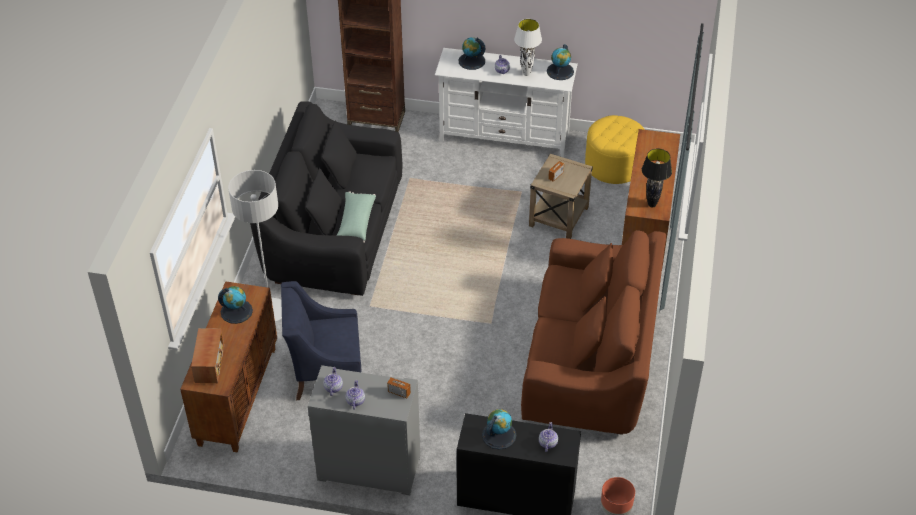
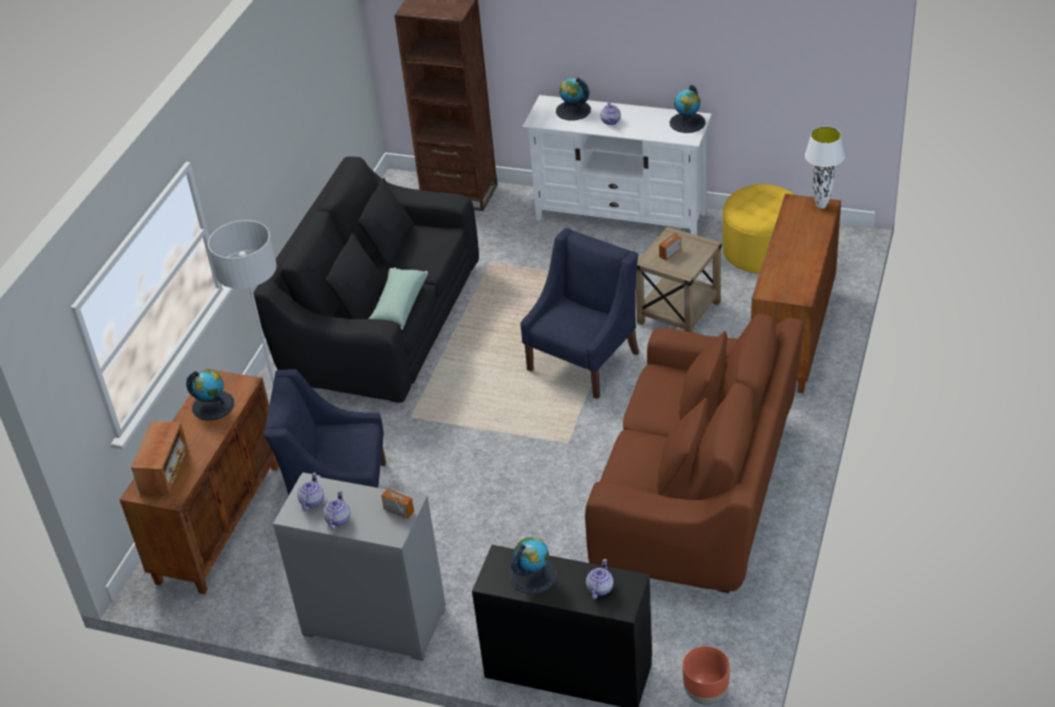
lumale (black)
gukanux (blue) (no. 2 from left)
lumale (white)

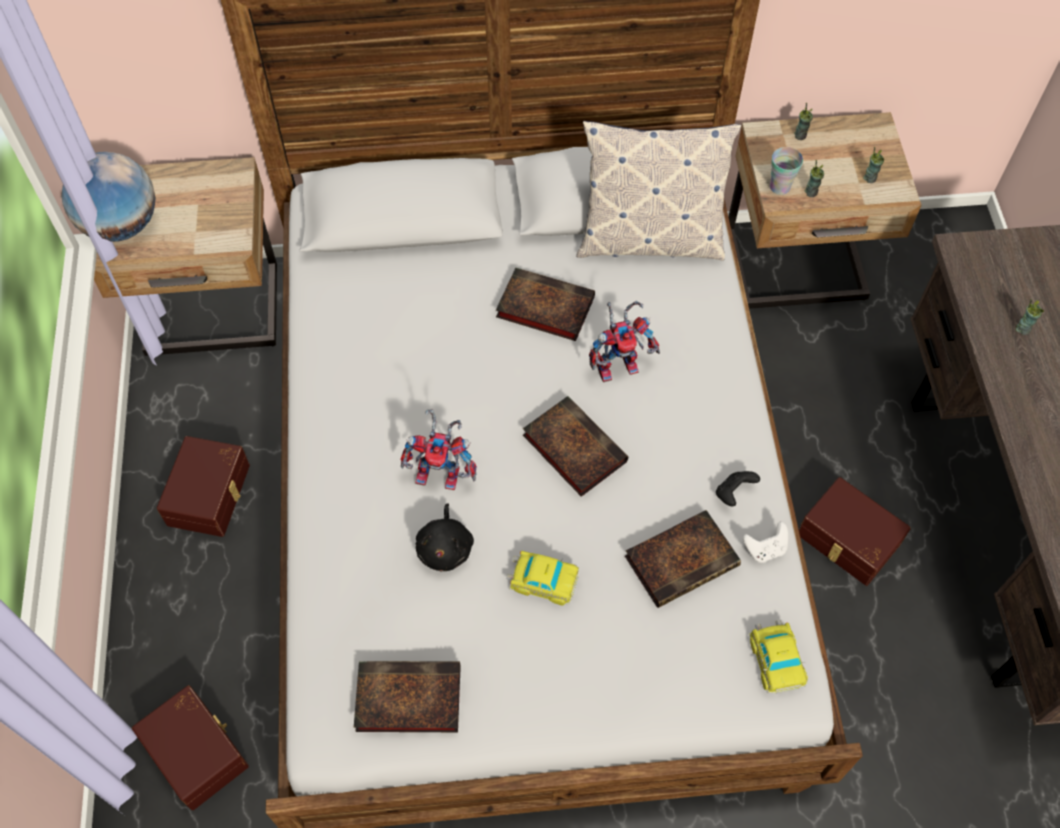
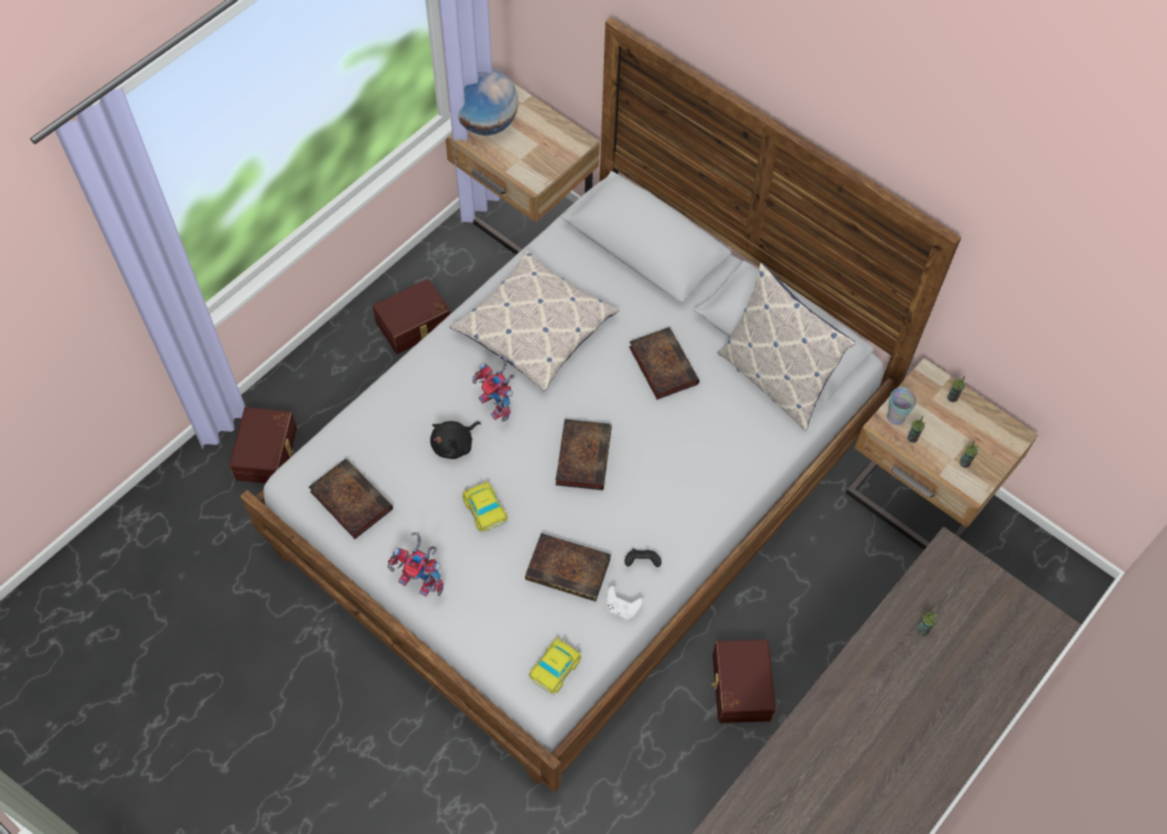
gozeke (no. 1 from left)
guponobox (no. 1 from left)

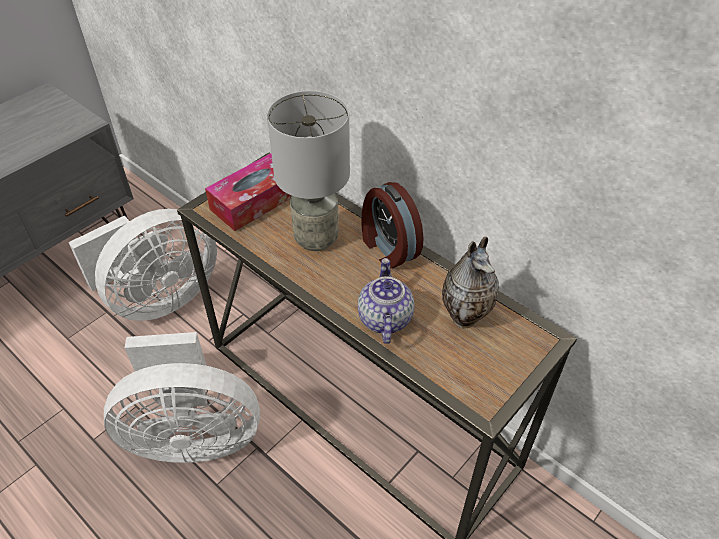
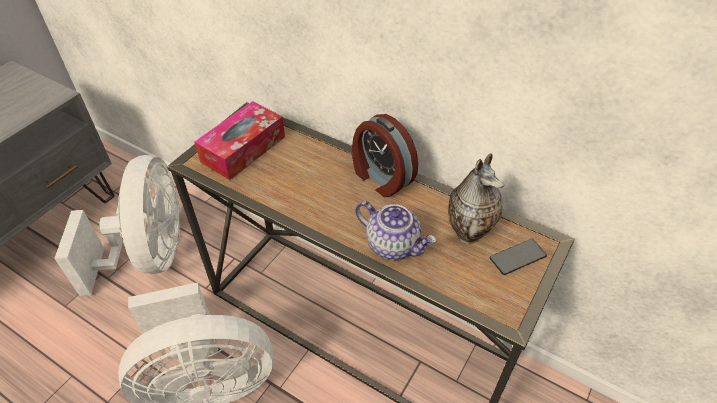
lumale (grey)
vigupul
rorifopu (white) (no. 1 from left)
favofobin

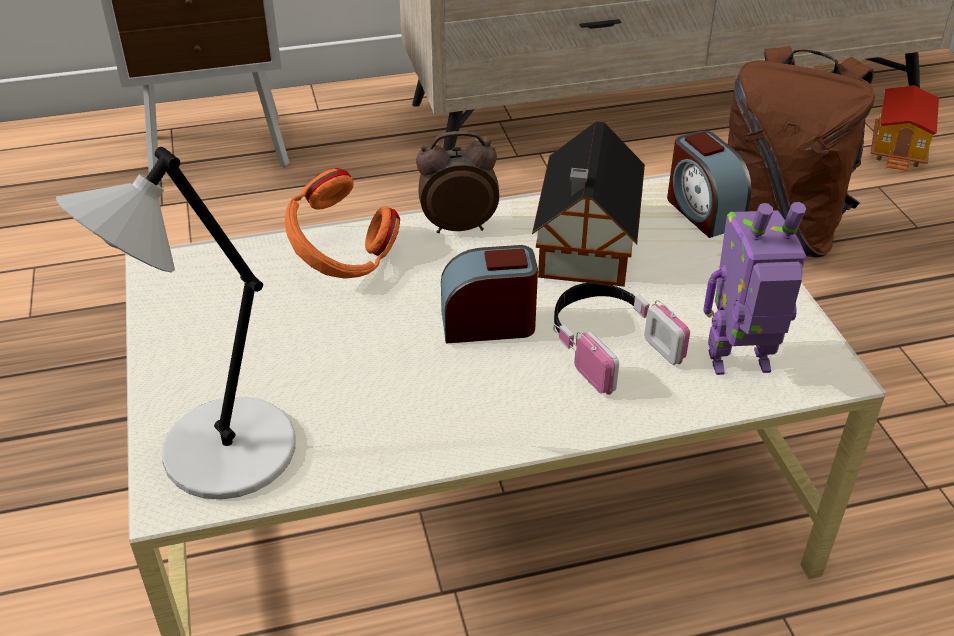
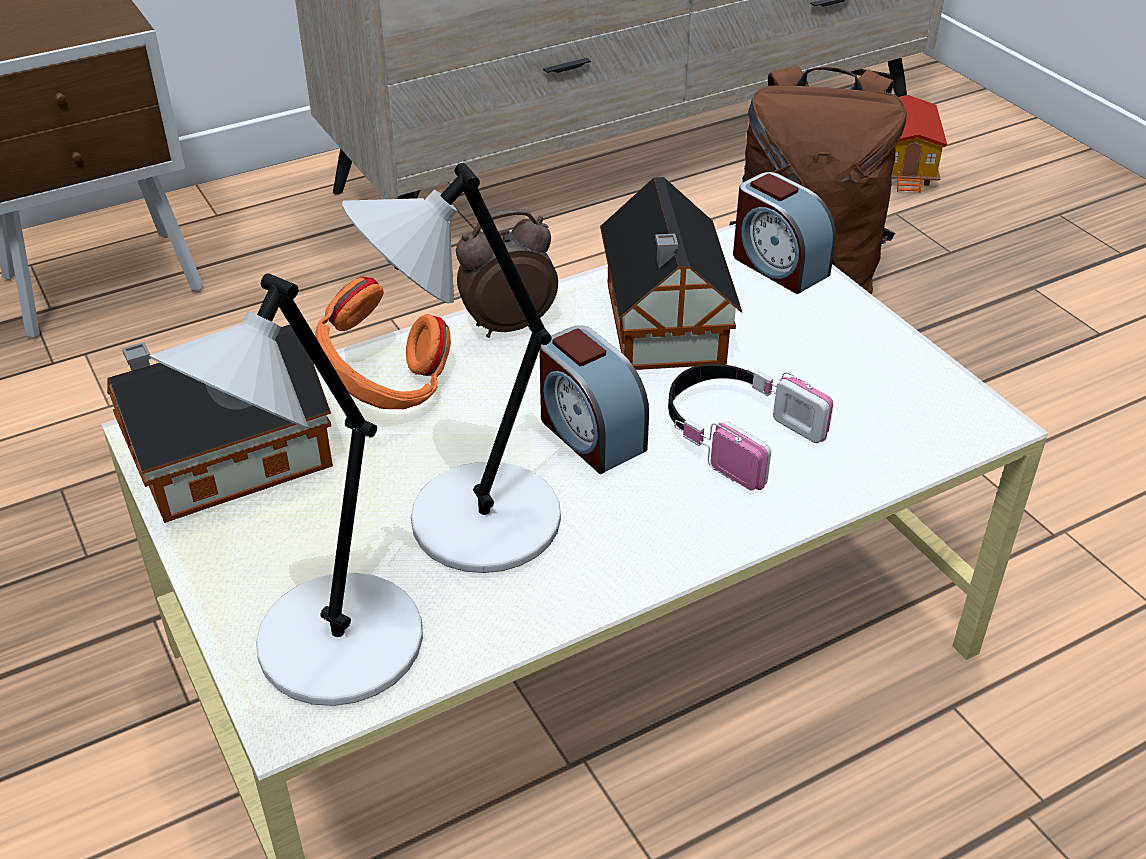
guponobox
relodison (no. 1 from left)
lumale (grey) (no. 2 from left)
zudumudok (no. 2 from left)

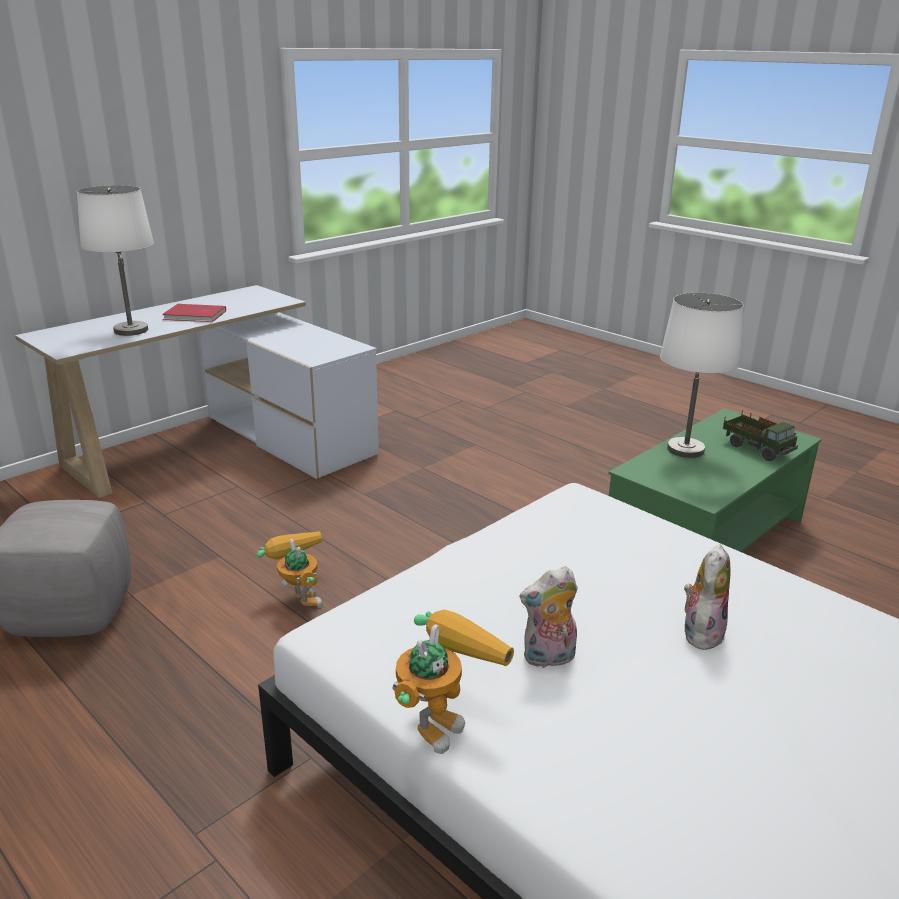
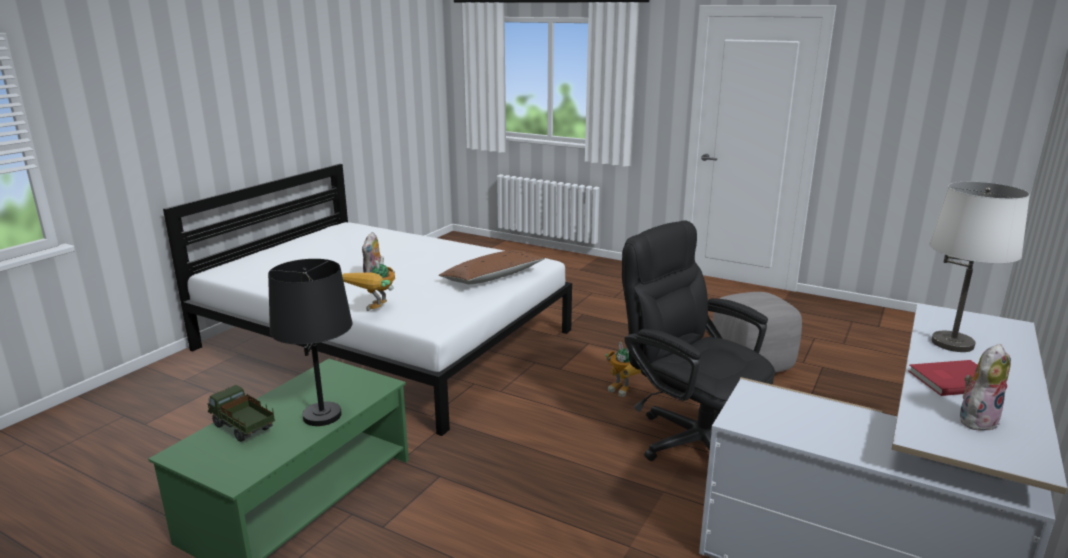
gozeke (brown)
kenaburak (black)
guponobox (no. 1 from left)
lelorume (no. 2 from left)
lumale (black)

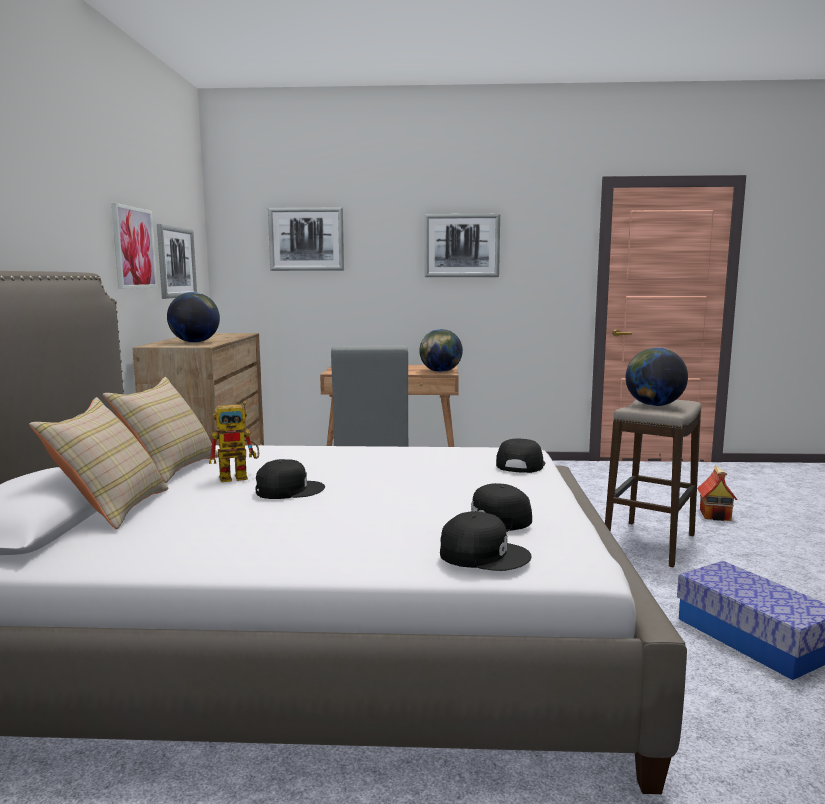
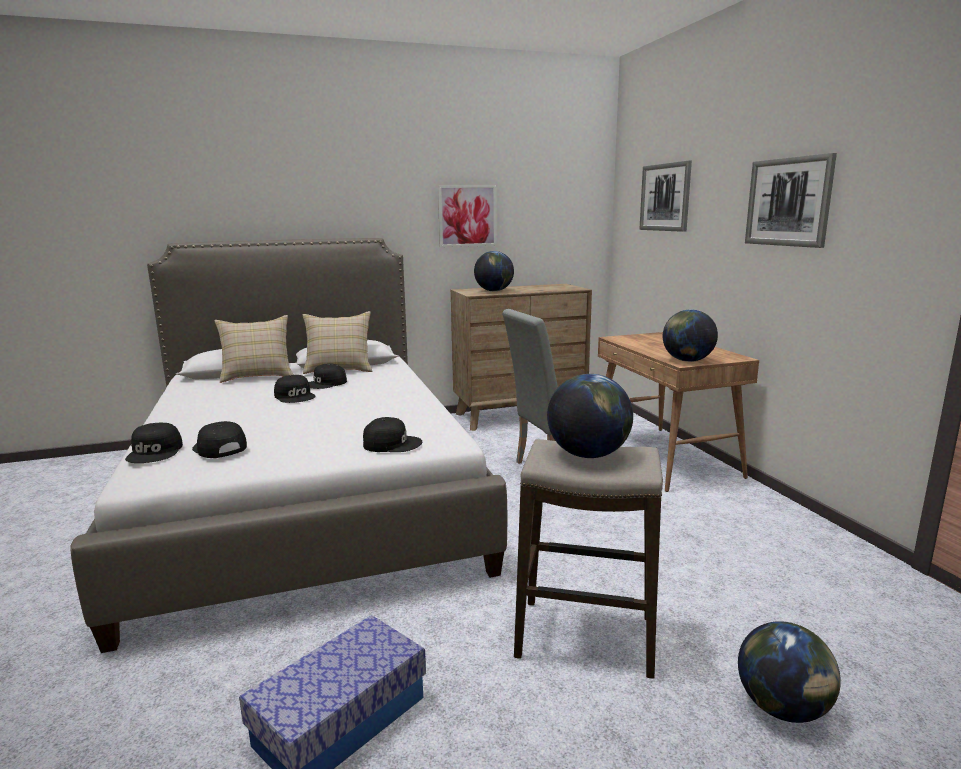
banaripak (no. 2 from left in the first image)
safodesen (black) (no. 4 from left)
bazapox (no. 4 from left)

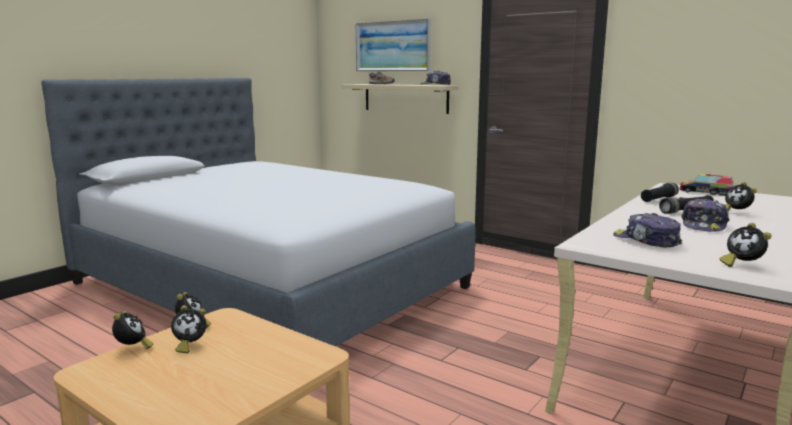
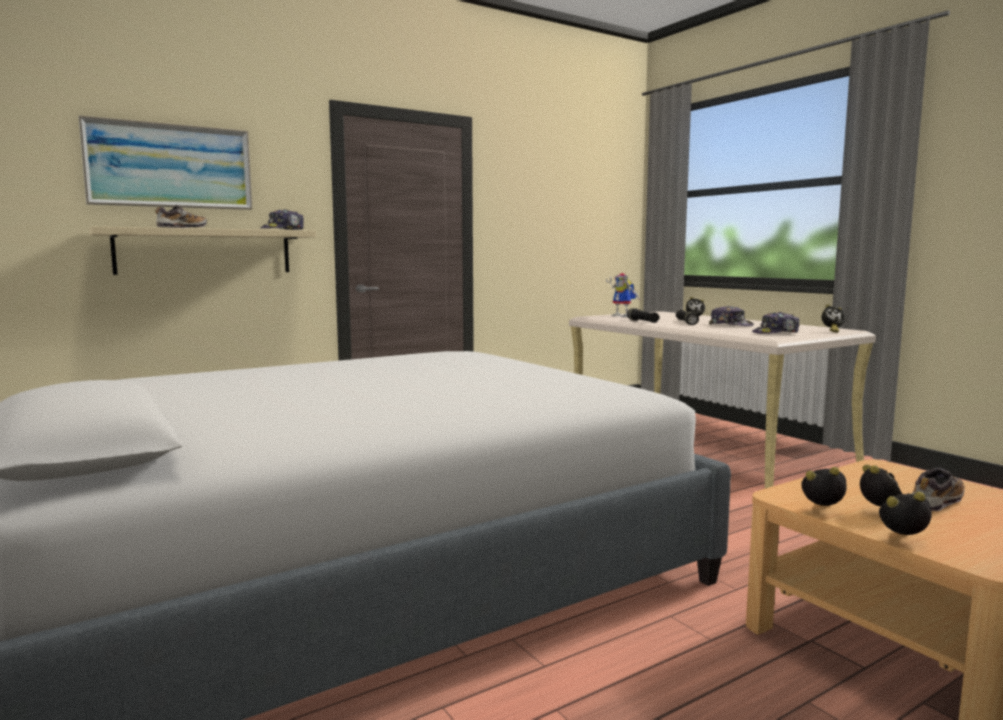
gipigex (no. 2 from left)
guponobox

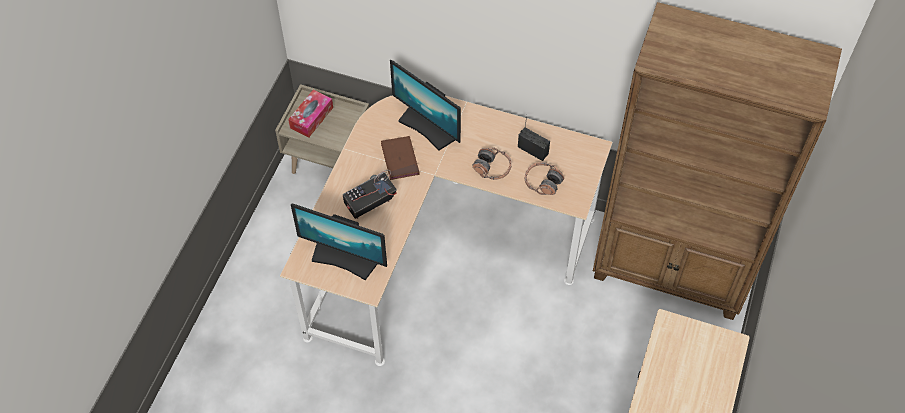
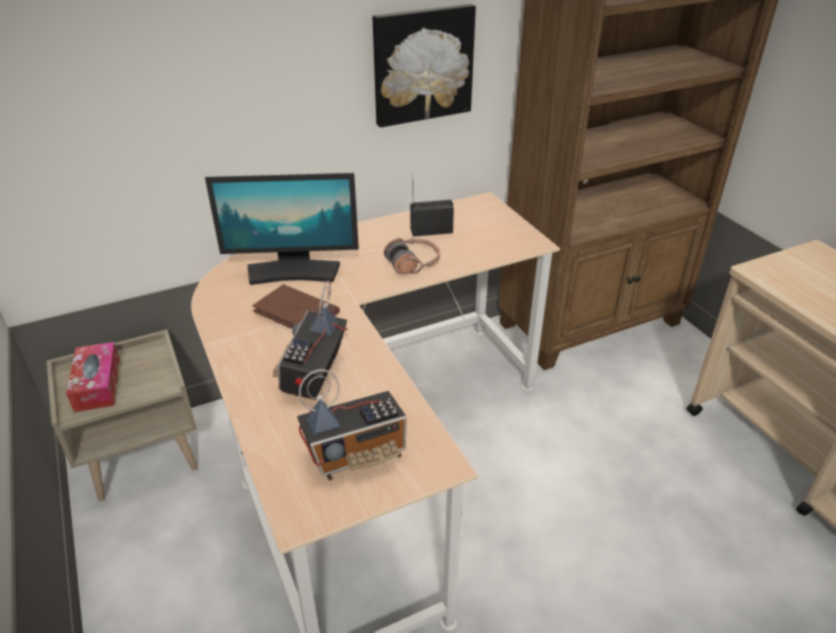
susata (no. 2 from left in the first image)
banaripak
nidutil (no. 2 from left)

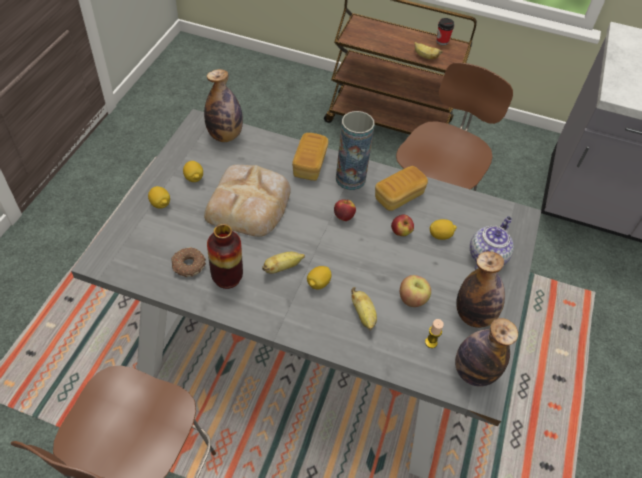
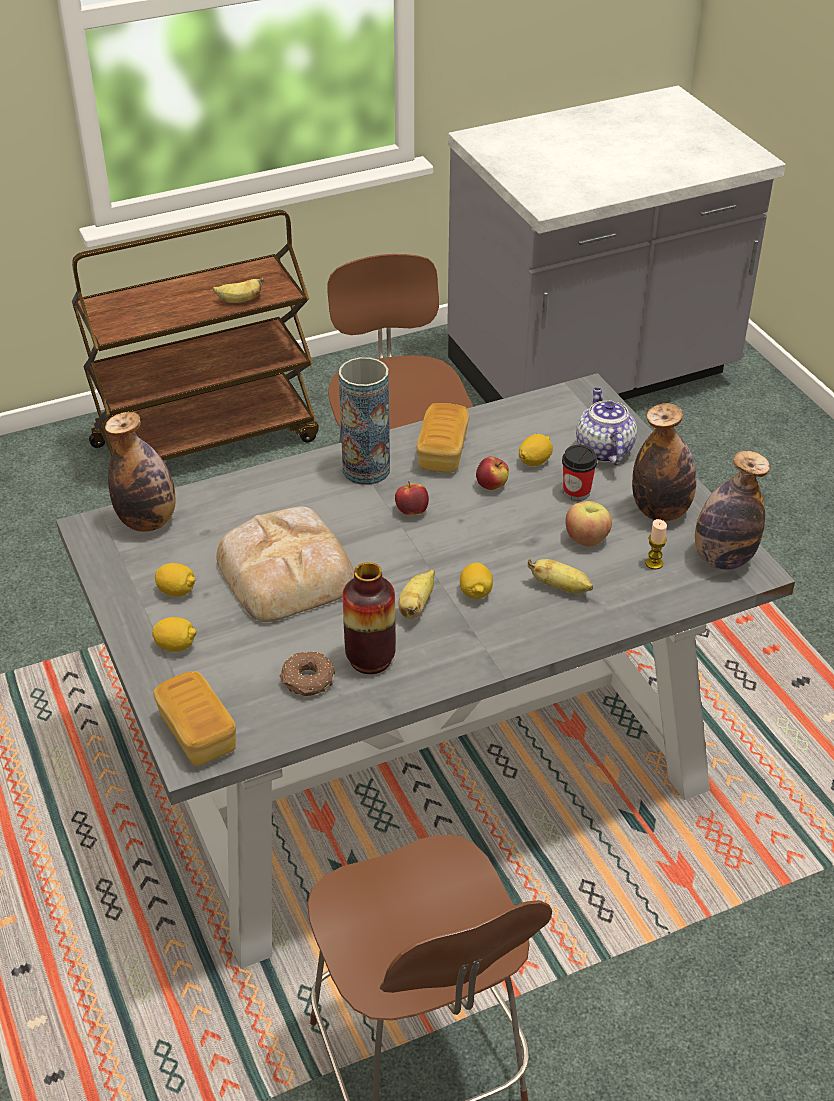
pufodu (no. 1 from left)
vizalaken

